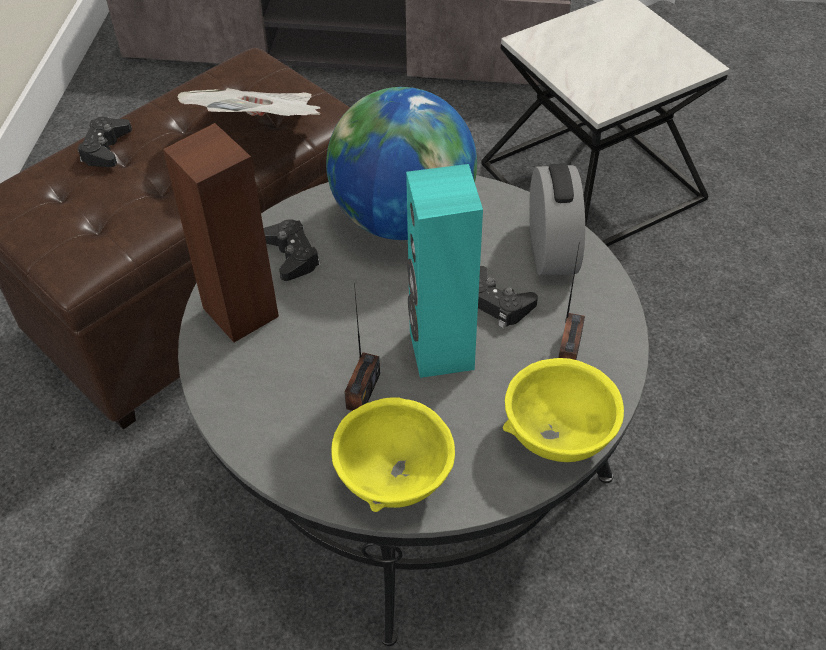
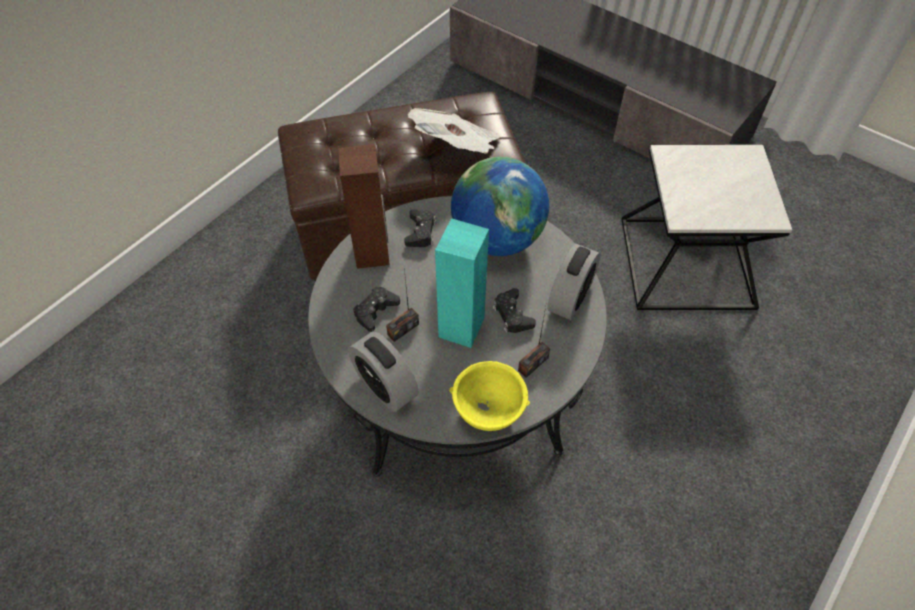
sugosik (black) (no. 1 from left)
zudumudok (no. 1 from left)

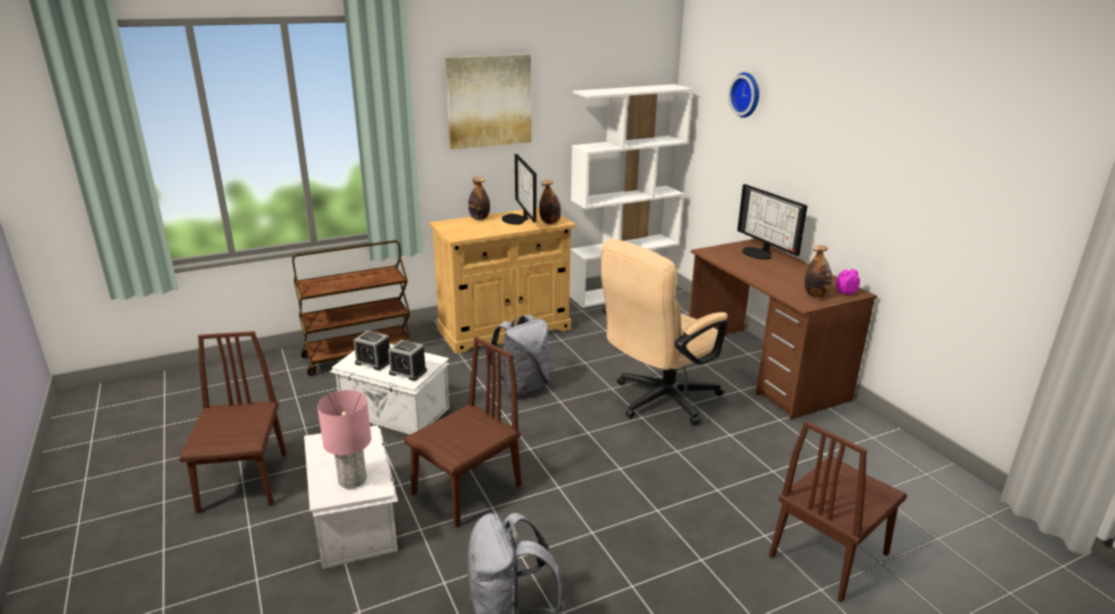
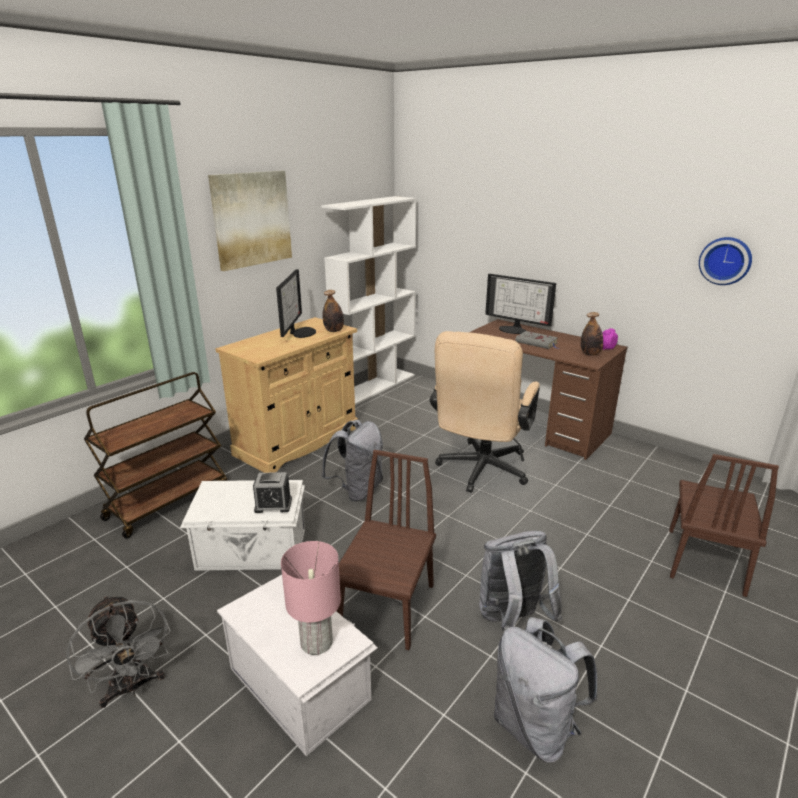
zudumudok (no. 1 from left in the first image)
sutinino (no. 1 from left in the first image)
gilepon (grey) (no. 2 from left)
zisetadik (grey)
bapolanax
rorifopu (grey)
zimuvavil (no. 1 from left)

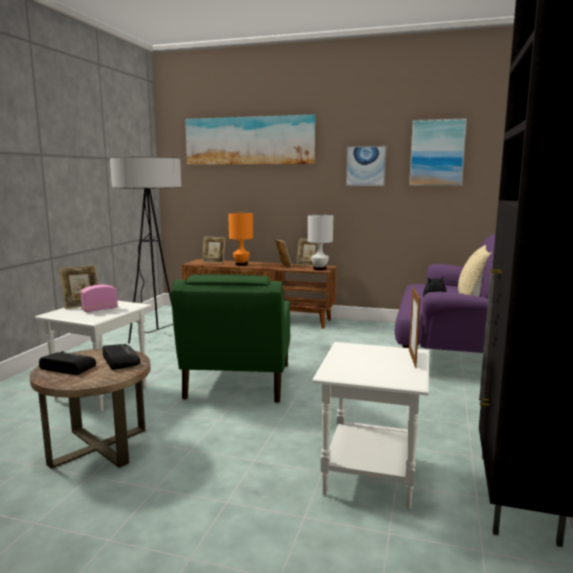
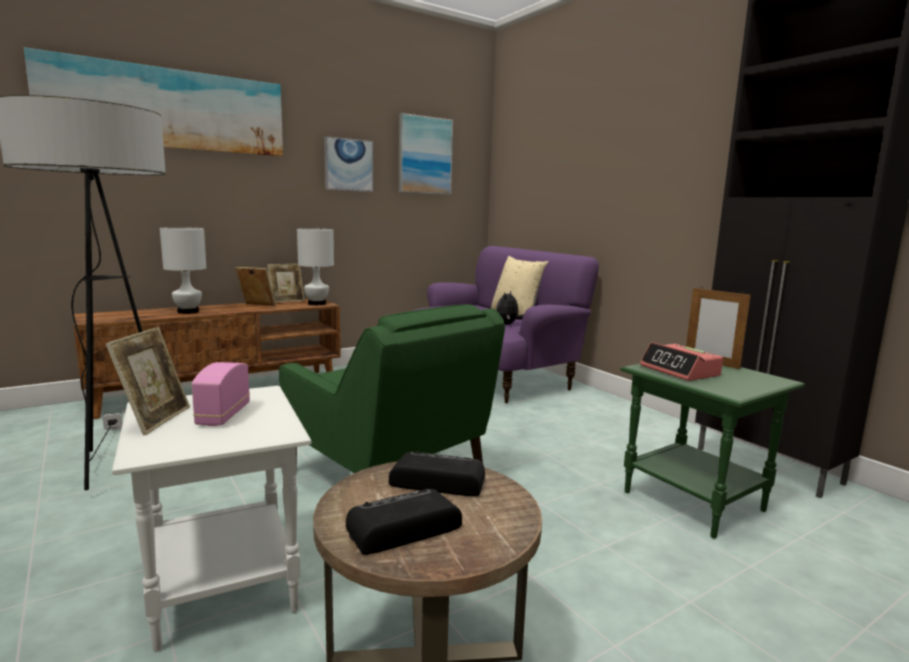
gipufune (no. 2 from left in the first image)
zudumudok
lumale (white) (no. 1 from left)
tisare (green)

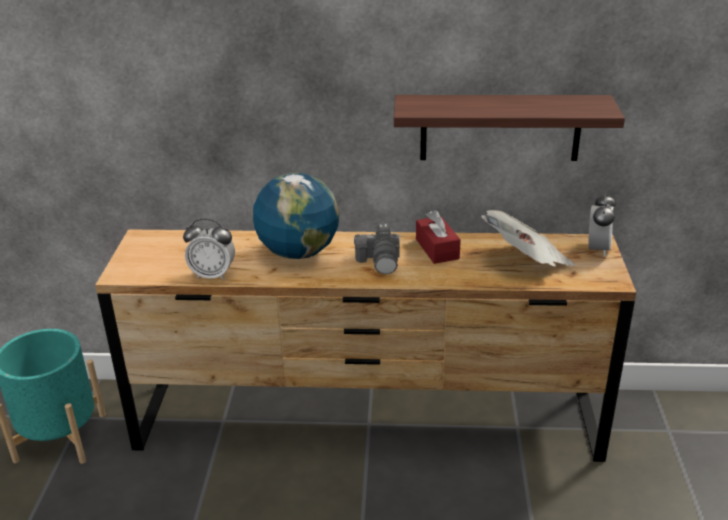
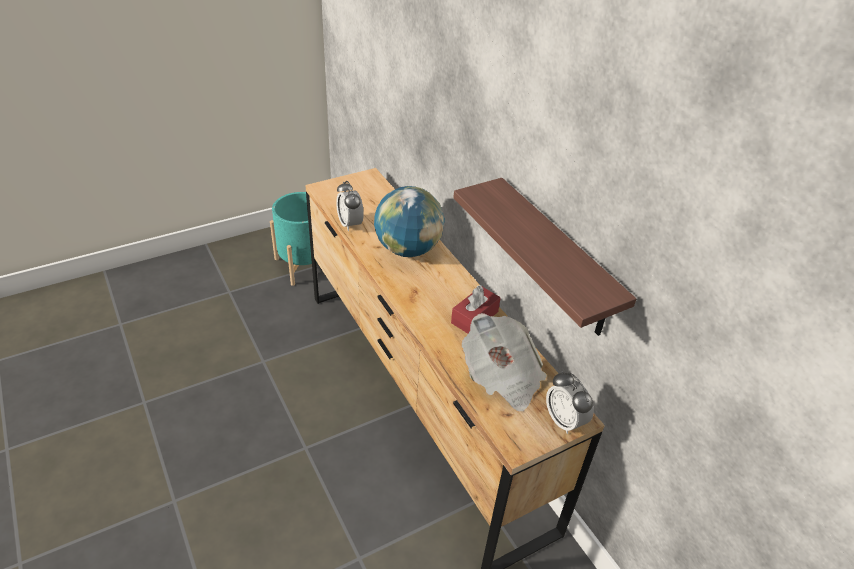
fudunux
zudumudok (no. 2 from left)

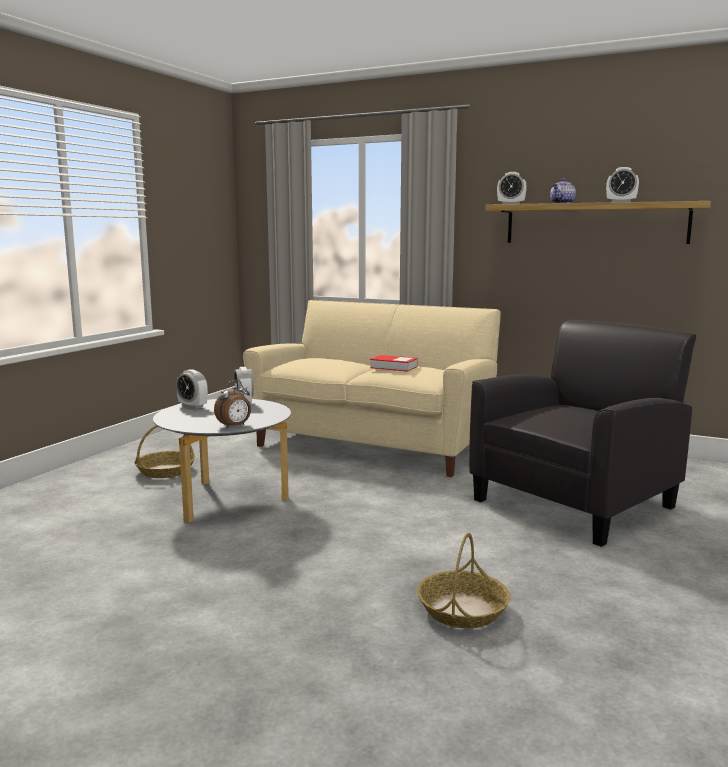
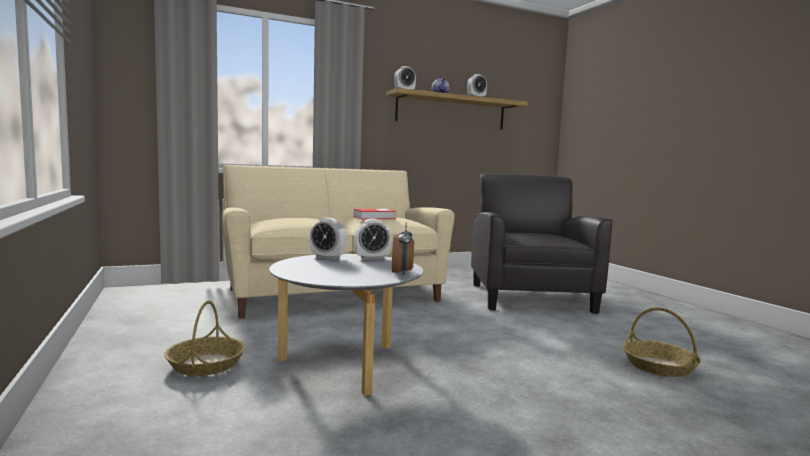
zudumudok (no. 2 from left)

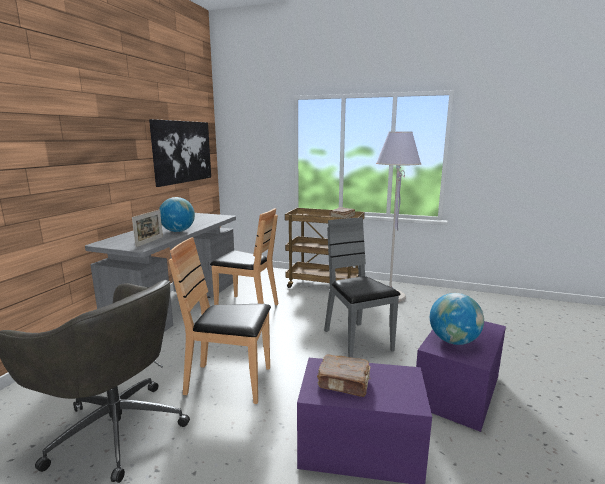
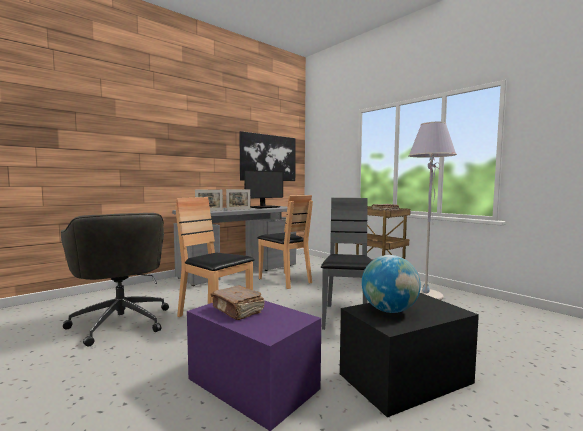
zimuvavil
gipufune (no. 2 from left)
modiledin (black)

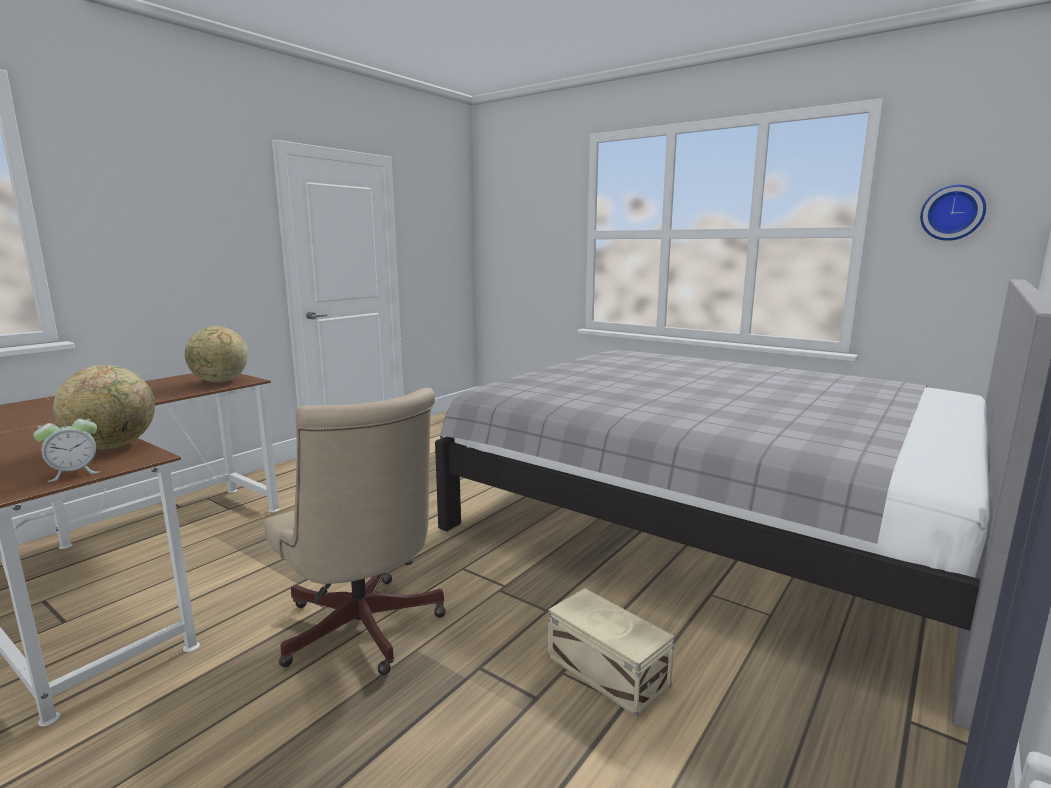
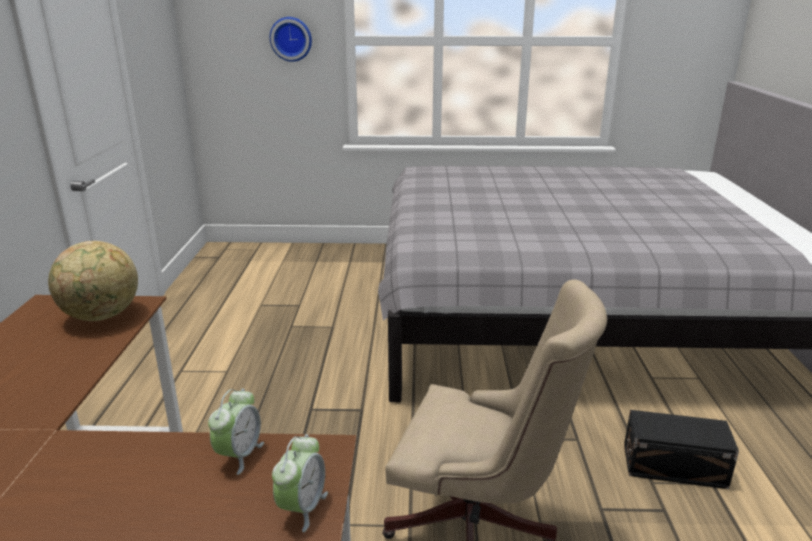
bapolanax
zudumudok (no. 1 from left)
modiledin (black)

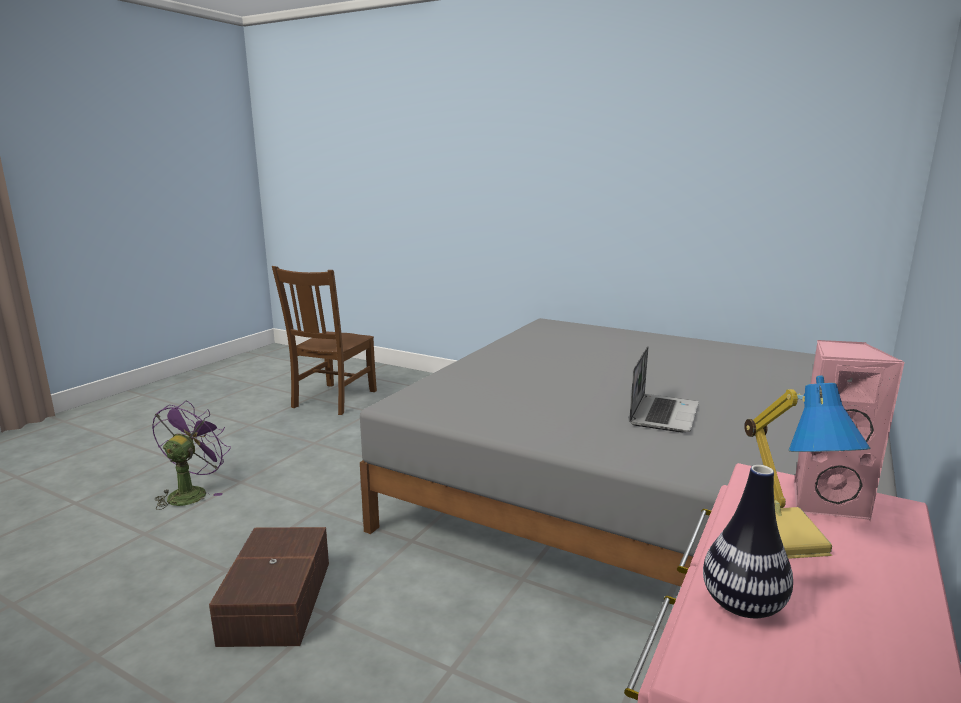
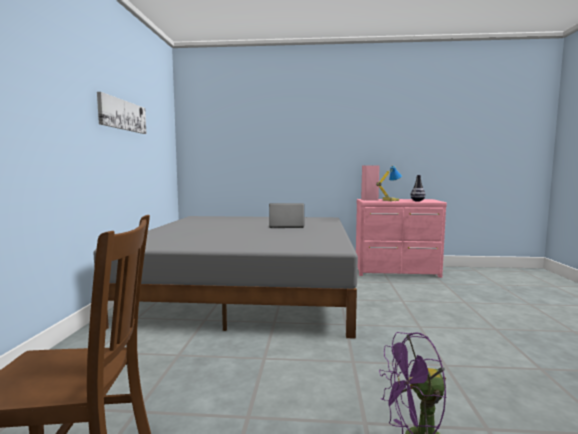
modiledin (brown)
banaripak

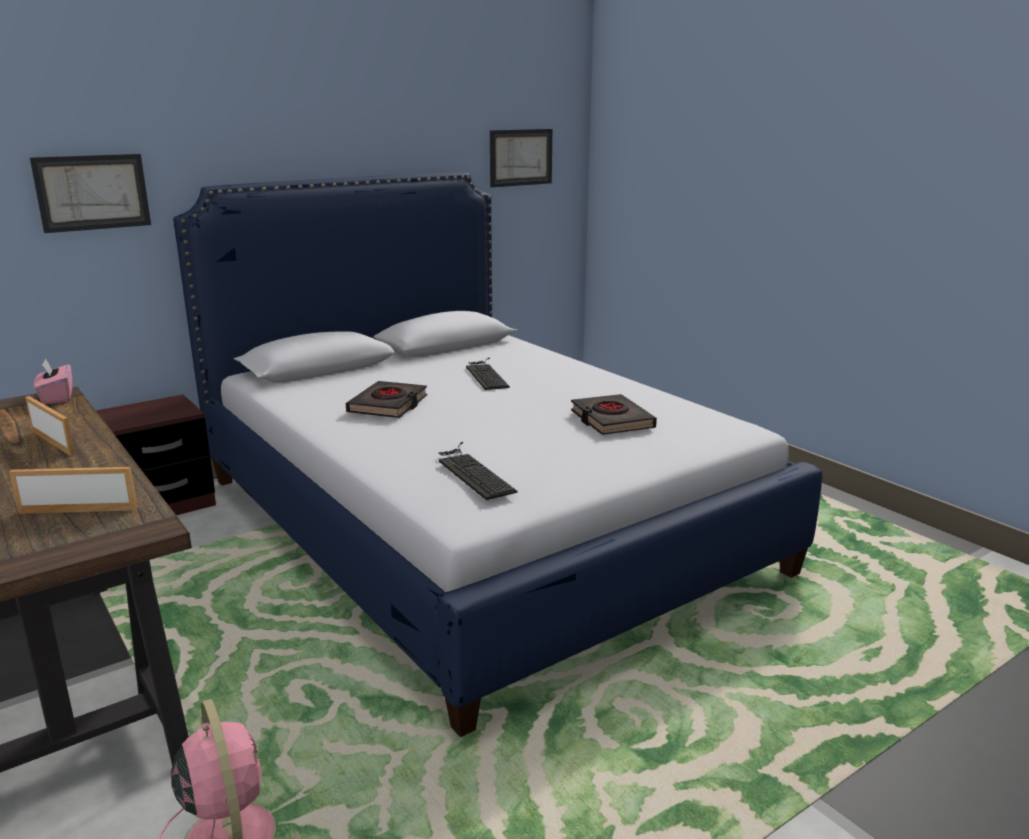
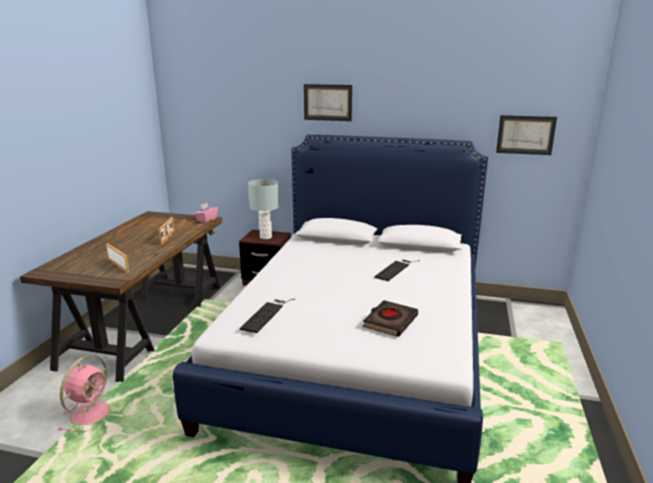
zisetadik (black) (no. 1 from left in the first image)
lumale (grey)
banaripak (no. 1 from left)

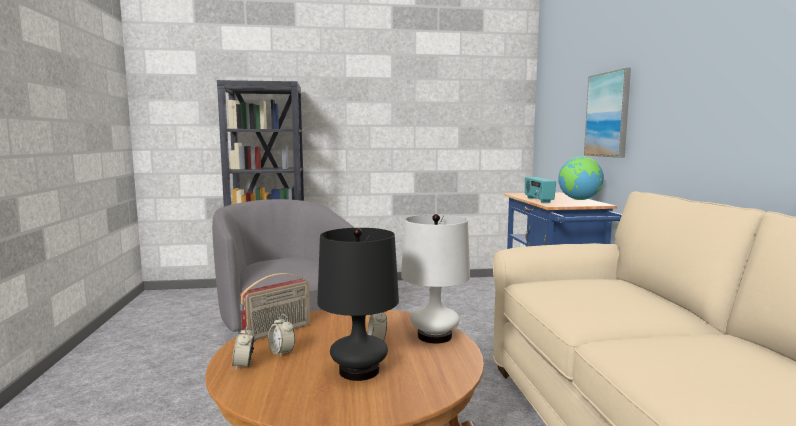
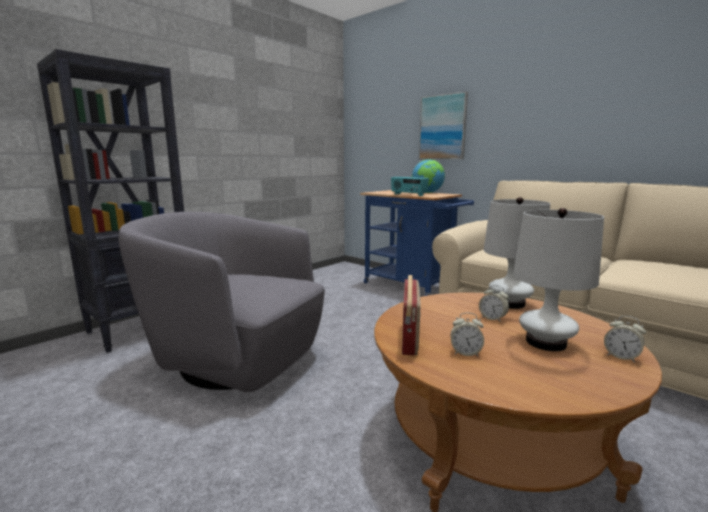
zudumudok (no. 3 from left)
lumale (white) (no. 2 from left)

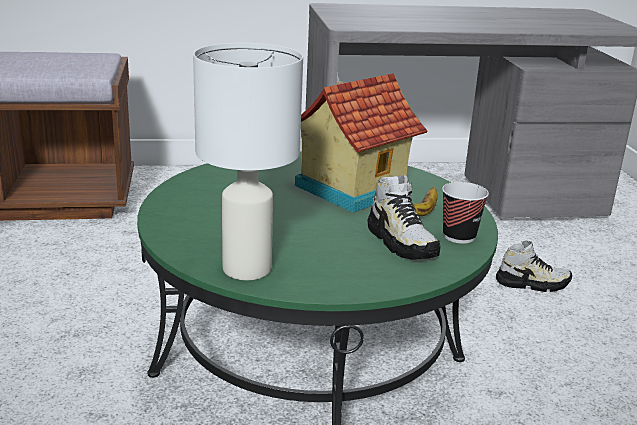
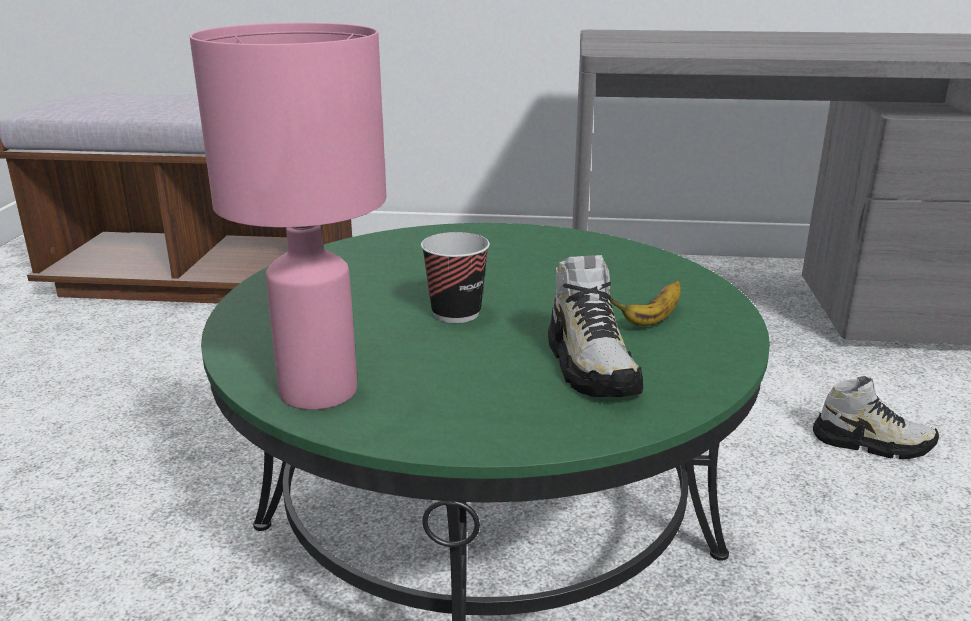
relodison
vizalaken
lumale (pink)

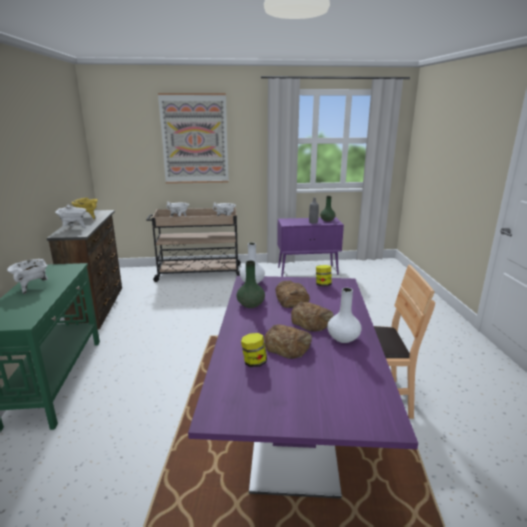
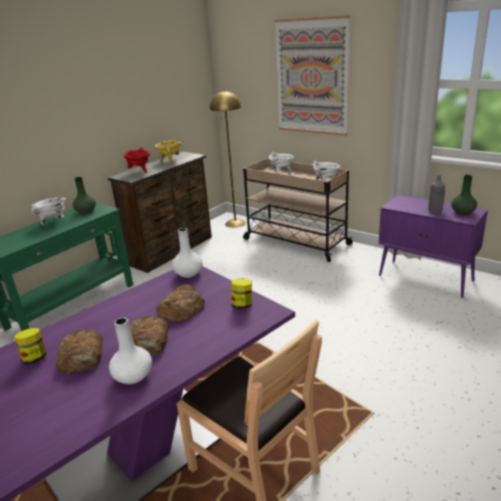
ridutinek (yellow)
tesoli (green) (no. 1 from left)
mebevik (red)

